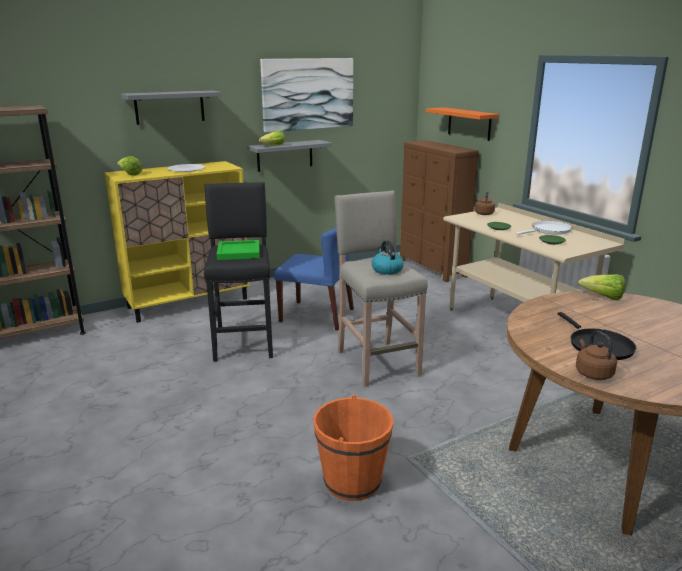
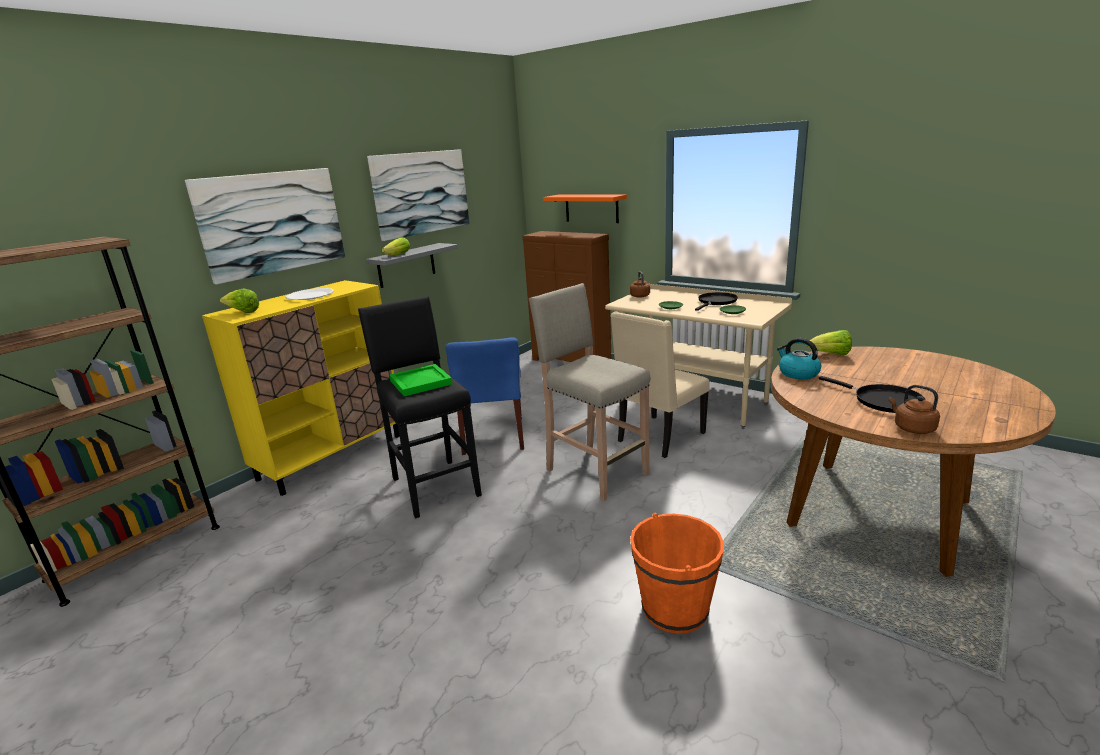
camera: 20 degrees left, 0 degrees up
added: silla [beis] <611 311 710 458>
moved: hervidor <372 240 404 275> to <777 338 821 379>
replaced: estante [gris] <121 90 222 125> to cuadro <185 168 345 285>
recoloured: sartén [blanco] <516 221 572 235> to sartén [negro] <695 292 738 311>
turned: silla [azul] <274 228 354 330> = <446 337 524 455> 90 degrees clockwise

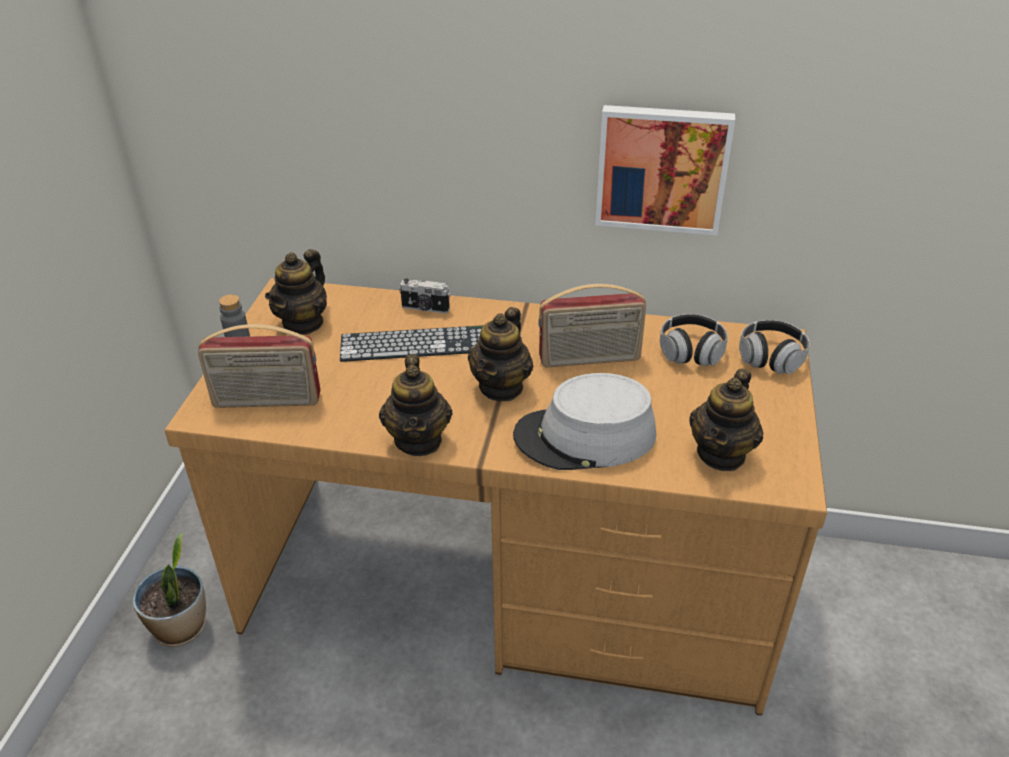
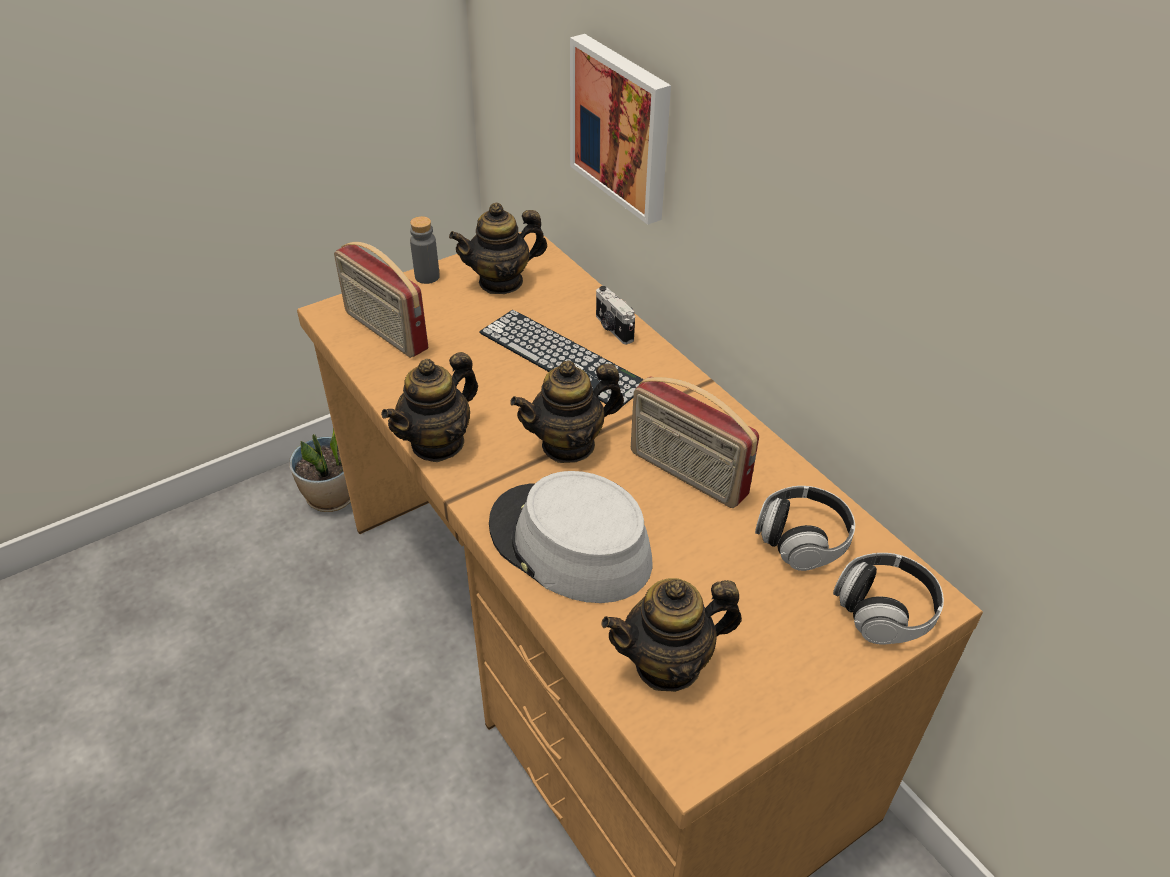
camera: 45 degrees right, 5 degrees up
moved: cuadro <595 105 735 235> to <570 34 671 225>

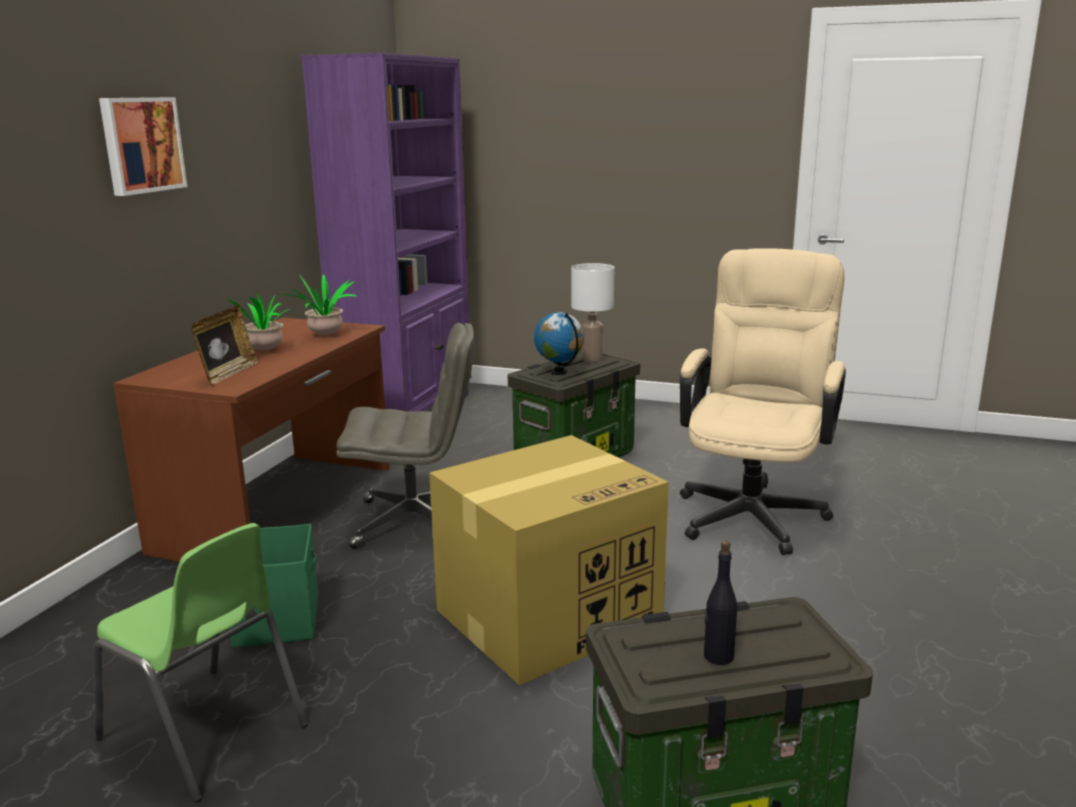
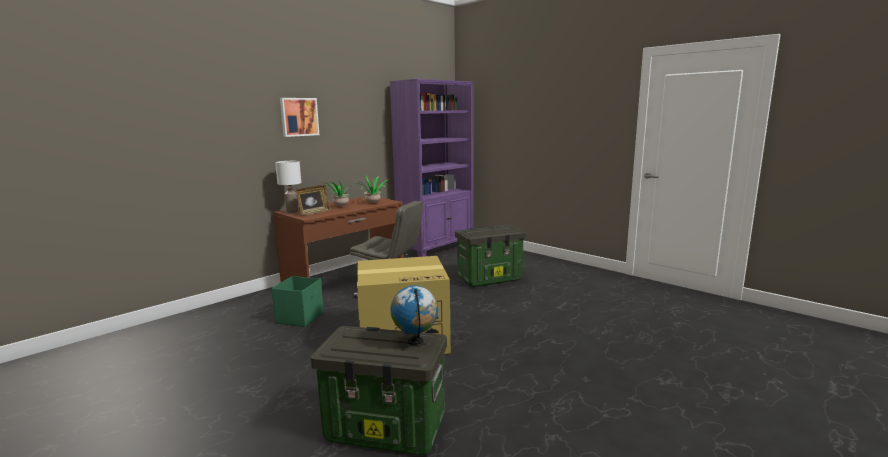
camera: 25 degrees right, 5 degrees down
removed: silla de oficina [beis] <680 248 846 555>; silla [verde] <94 523 308 802>; botella [negro] <704 541 737 665>
moved: lámpara de mesa [blanco] <571 263 614 362> to <275 161 301 213>; globo terráqueo <534 312 584 375> to <390 285 438 345>

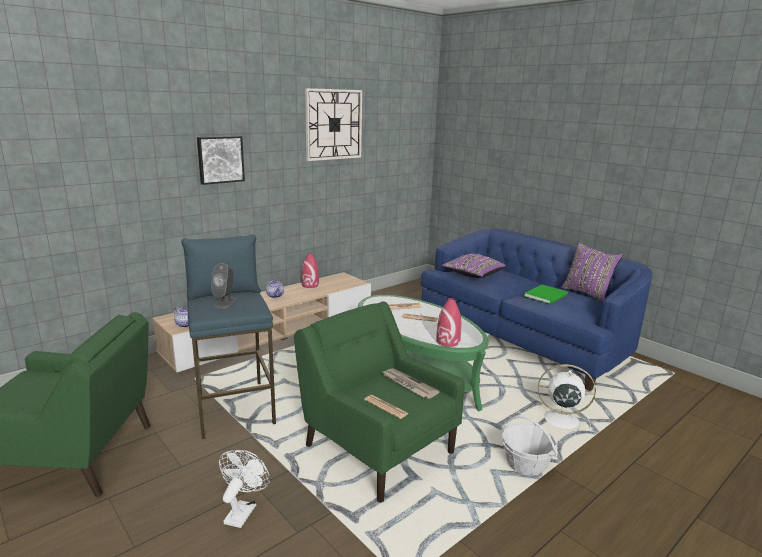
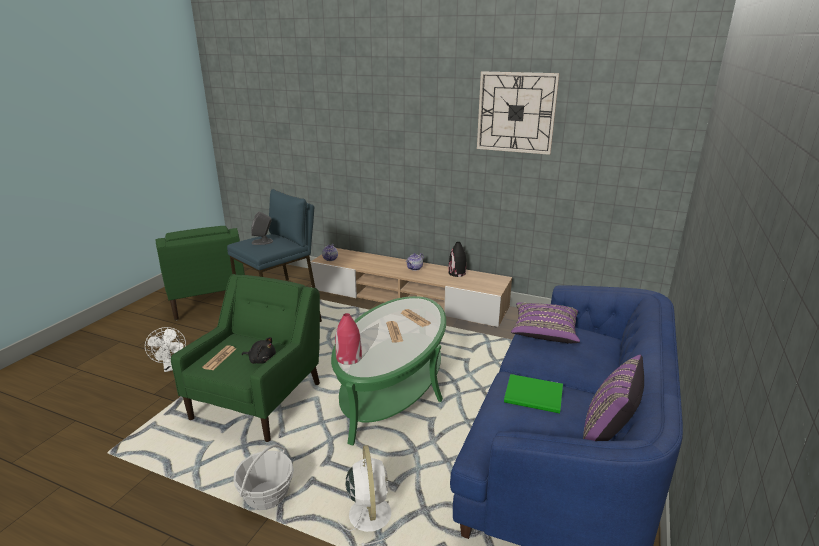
camera: 65 degrees right, 5 degrees up
removed: cuadro <197 136 245 185>
replaced: periódico <383 368 440 399> to peluche [negro] <242 337 276 364>
recoloured: florero [rojo] <302 253 319 288> to florero [negro] <448 242 466 277>
turned: ventilador [blanco] <219 450 270 528> = <145 327 186 372> 75 degrees clockwise

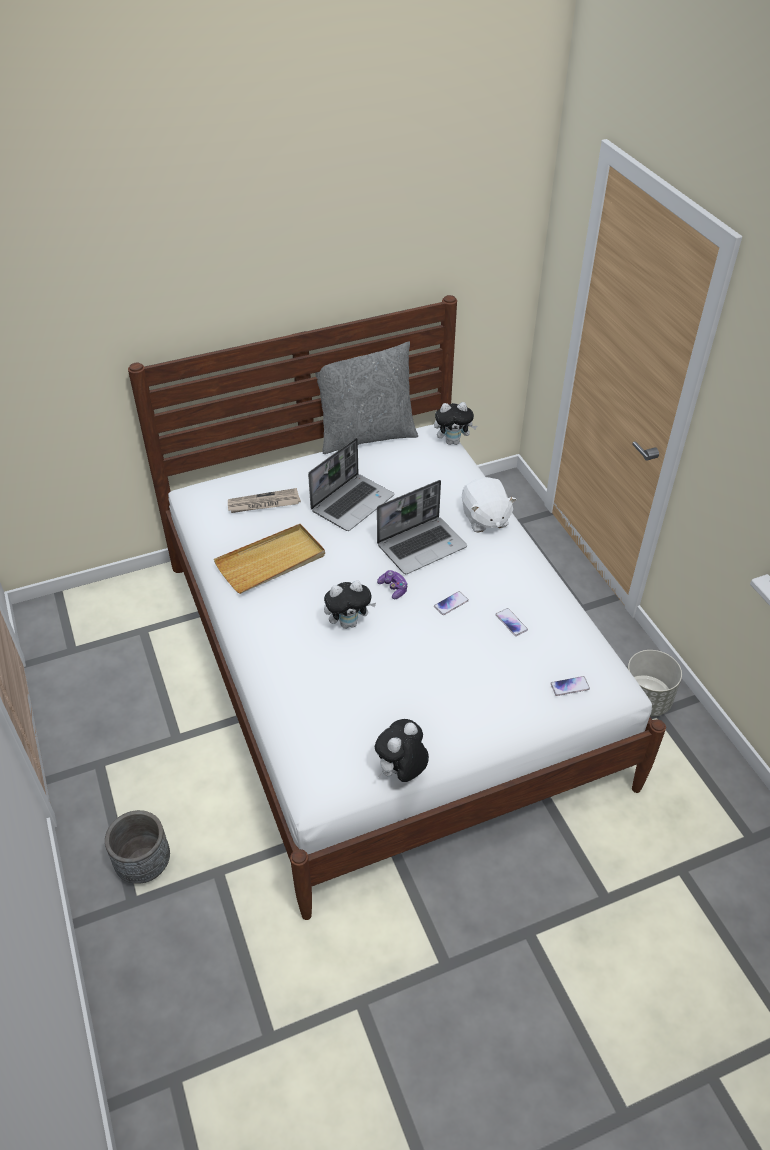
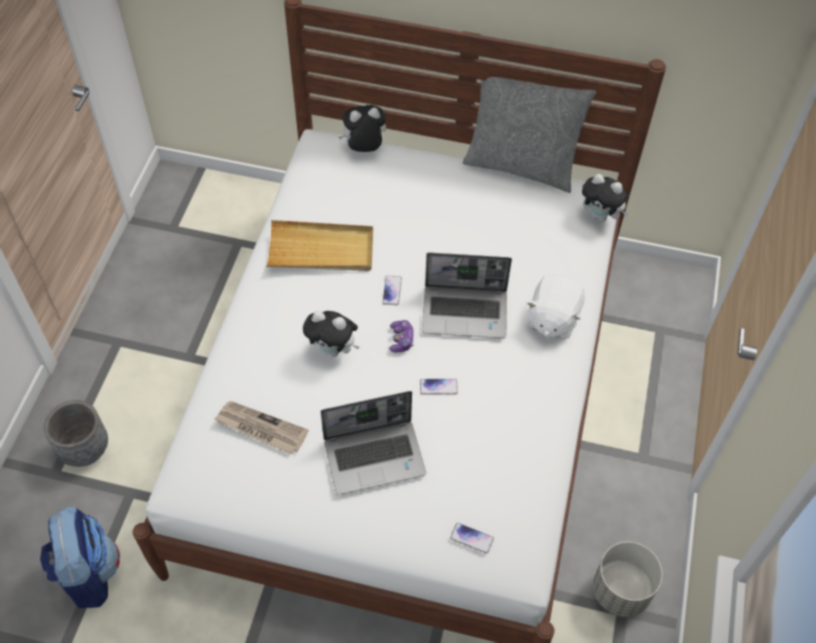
camera: 35 degrees right, 10 degrees up
added: mochila <40 507 120 608>
moved: portátil <308 438 394 531> to <321 391 426 495>; periódico <228 488 301 513> to <214 401 308 454>; móvil <495 608 528 636> to <382 275 402 305>; peluche <375 719 429 782> to <338 105 386 152>

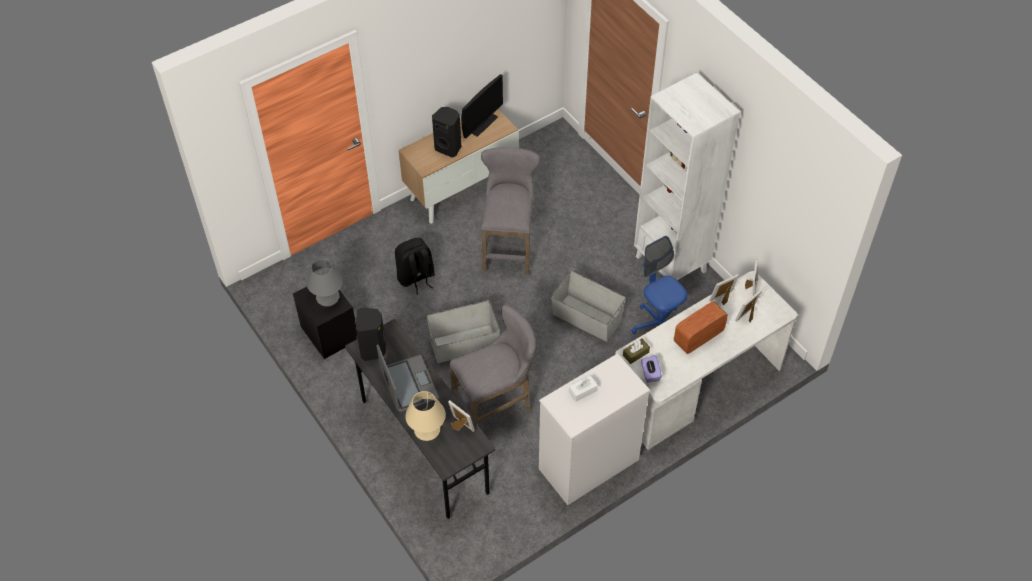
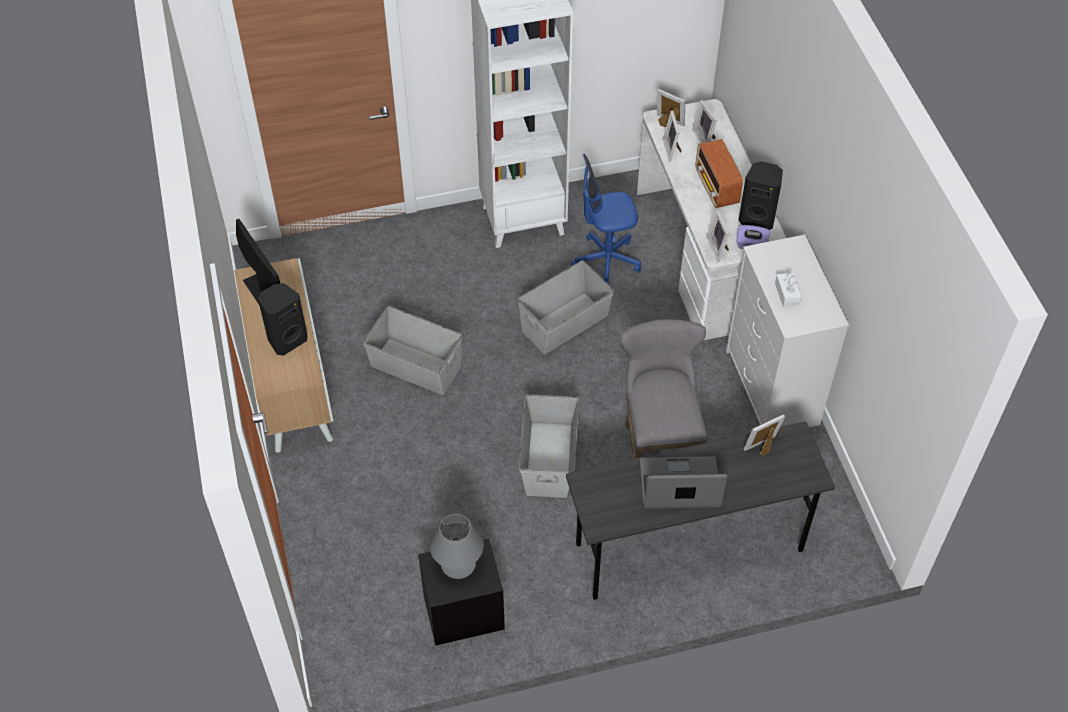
camera: 70 degrees left, 0 degrees up
removed: mochila [negro] <395 238 435 295>; lámpara de mesa [beis] <405 391 446 441>
moved: altavoz [negro] <356 307 386 361> to <739 161 783 230>
replaced: taburete [gris] <481 147 540 275> to caja de almacenaje [gris] <363 306 462 395>; caja de pañuelos [marrón] <623 338 650 364> to portarretratos <706 210 730 262>

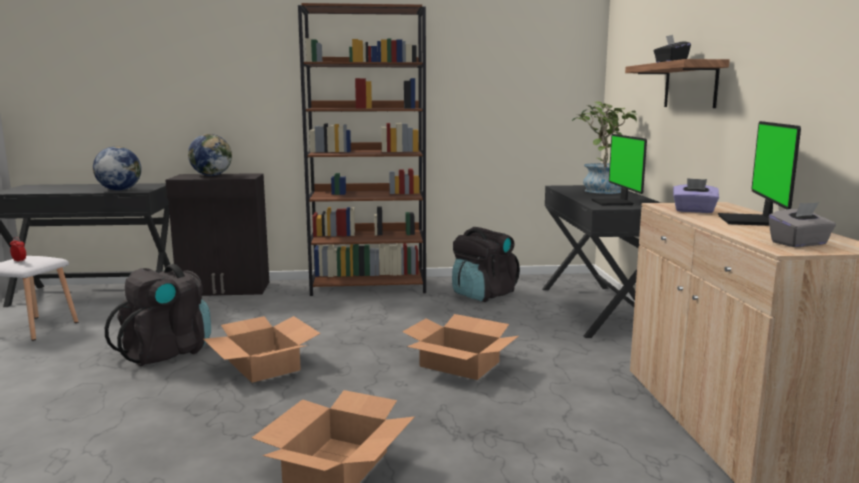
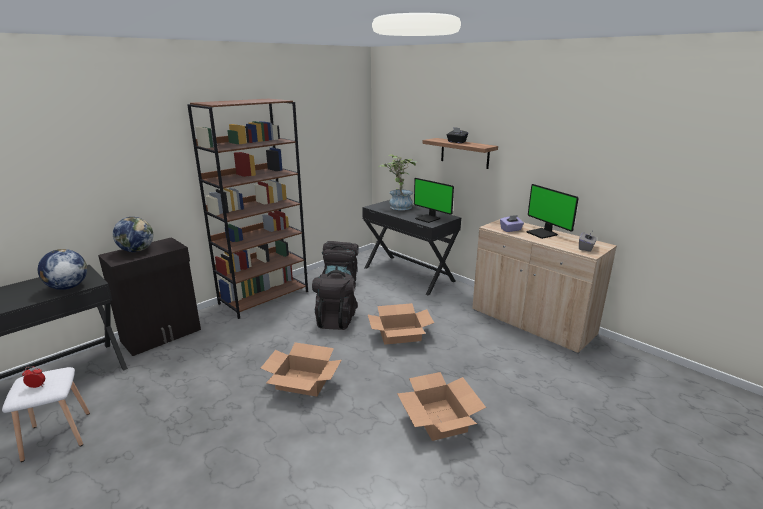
camera: 40 degrees left, 10 degrees up
moved: mochila [negro] <105 264 211 366> to <312 270 357 330>

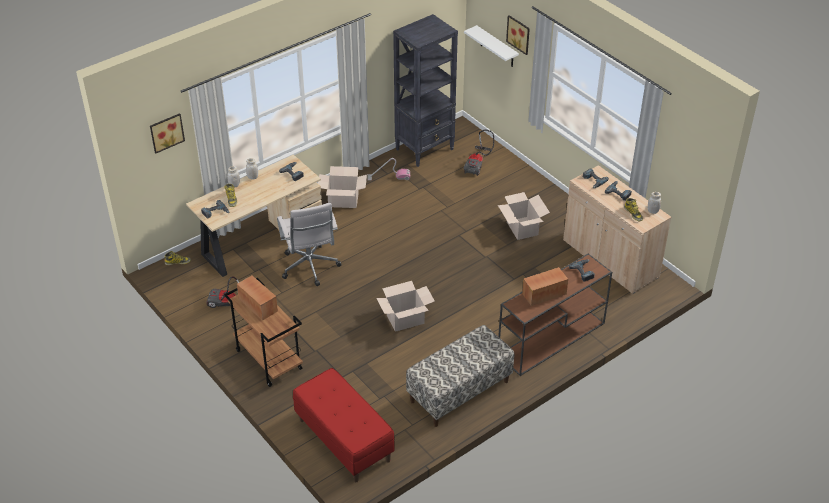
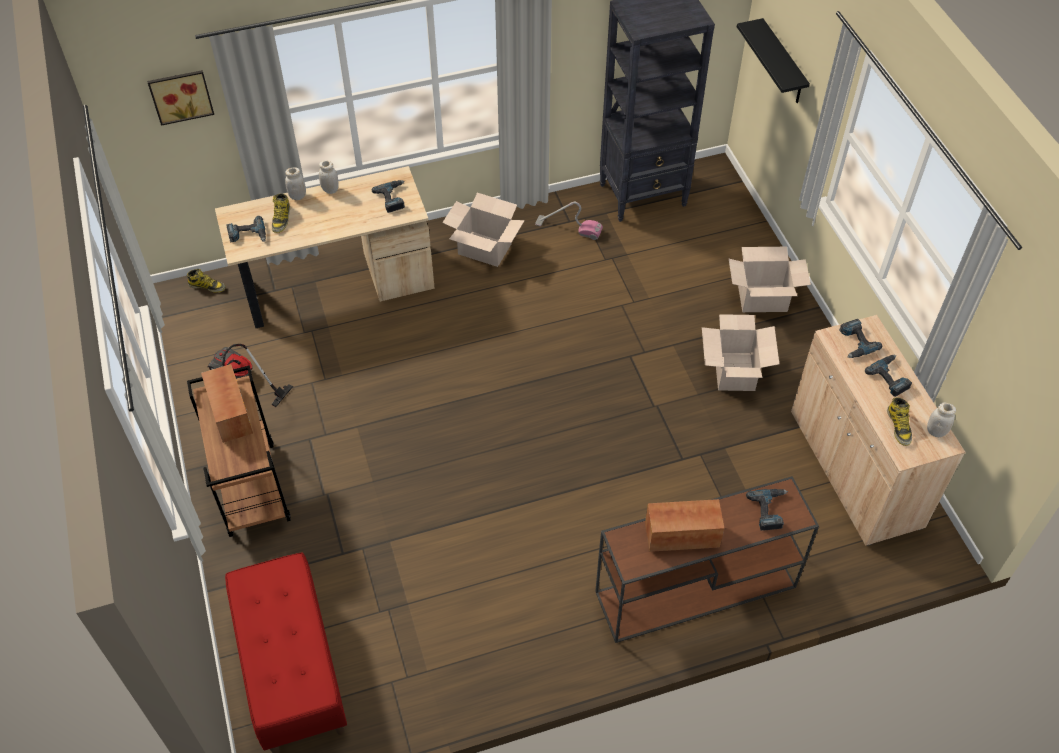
camera: 20 degrees right, 10 degrees up
removed: cuadro <506 15 530 55>; aspiradora <464 129 494 176>; silla de oficina [blanco] <277 203 342 286>; banco <406 325 514 427>
moved: caja de cartón <377 281 435 332> to <729 247 811 312>
recoloured: estante [blanco] <464 25 519 67> to estante [negro] <737 18 810 103>

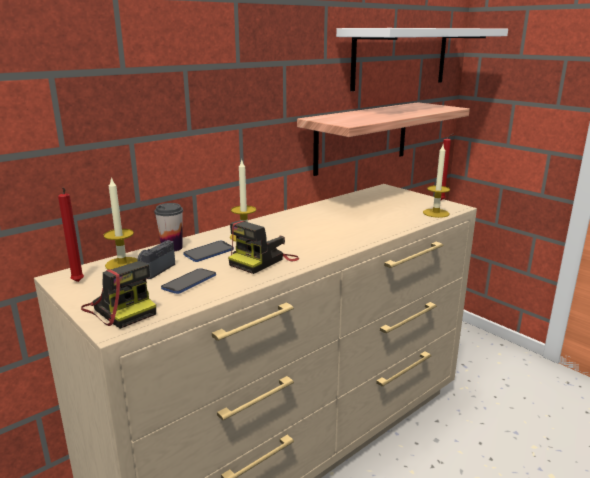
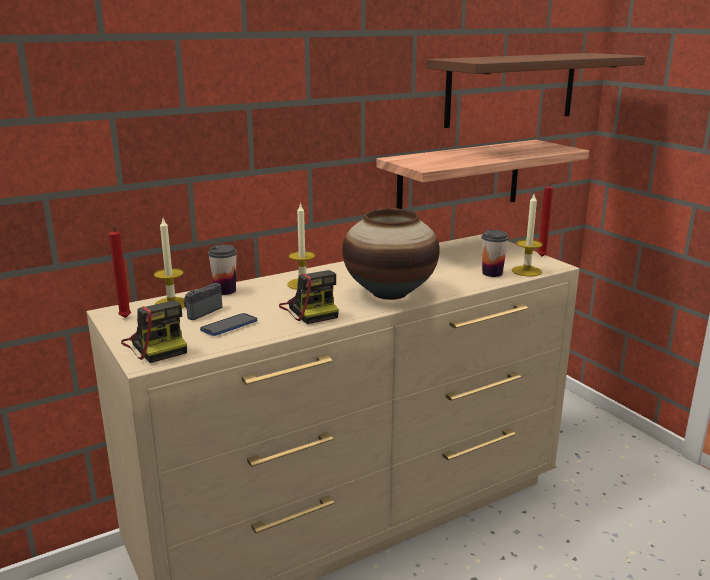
camera: 10 degrees right, 0 degrees up
removed: móvil <184 241 234 262>
added: florero <342 208 440 300>; taza <481 230 509 277>
recoloured: estante [blanco] <336 28 508 91> to estante [marrón] <426 53 646 128>
turned: cámara <228 220 299 274> = <279 270 339 324> 75 degrees counterclockwise

